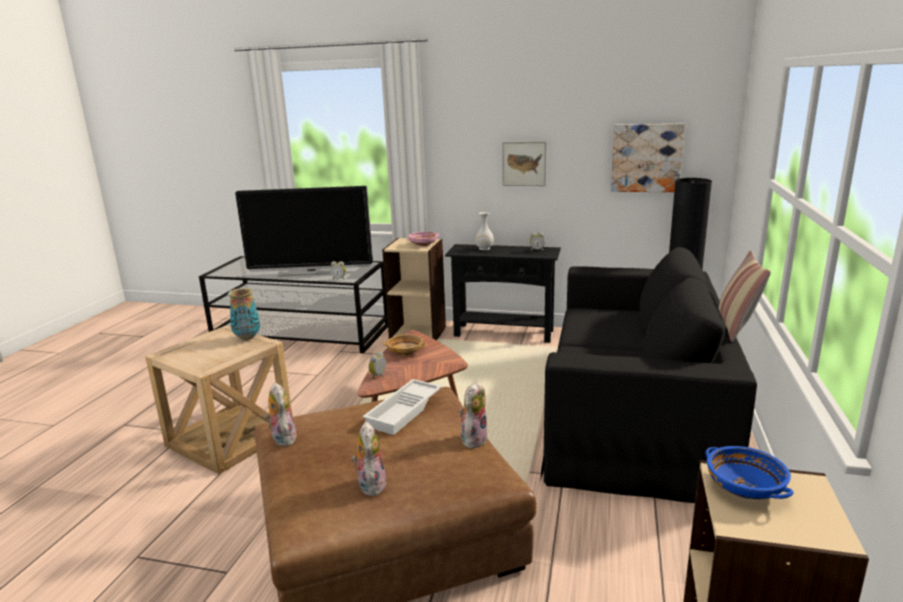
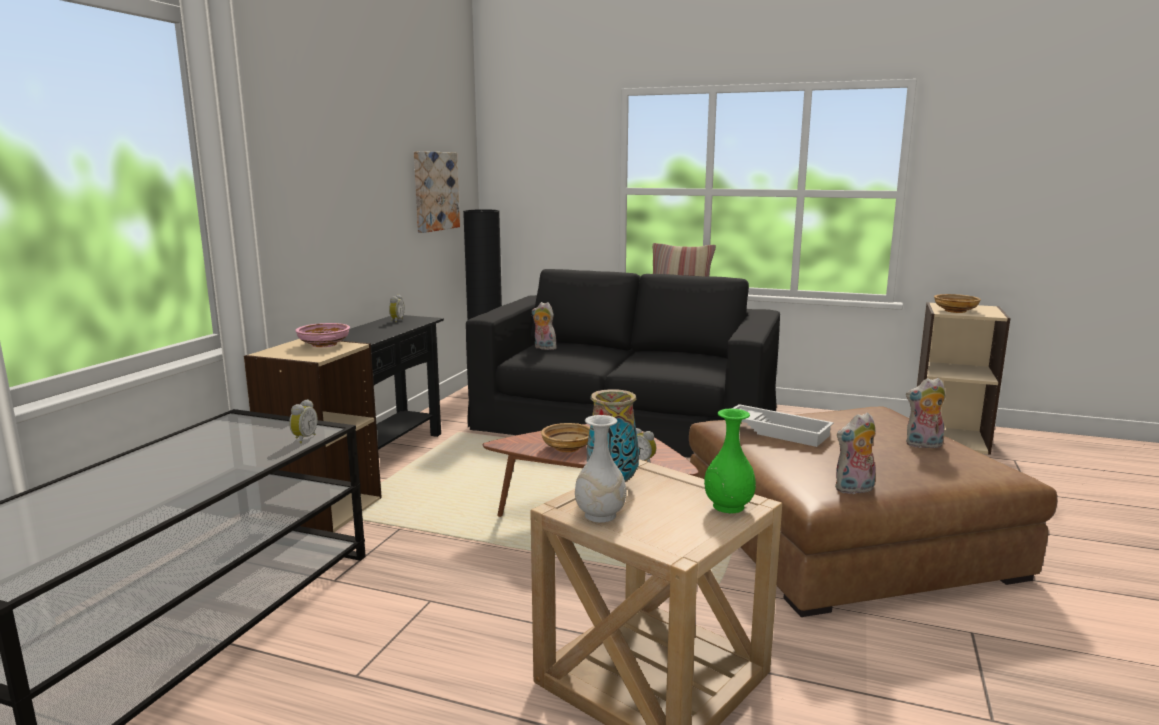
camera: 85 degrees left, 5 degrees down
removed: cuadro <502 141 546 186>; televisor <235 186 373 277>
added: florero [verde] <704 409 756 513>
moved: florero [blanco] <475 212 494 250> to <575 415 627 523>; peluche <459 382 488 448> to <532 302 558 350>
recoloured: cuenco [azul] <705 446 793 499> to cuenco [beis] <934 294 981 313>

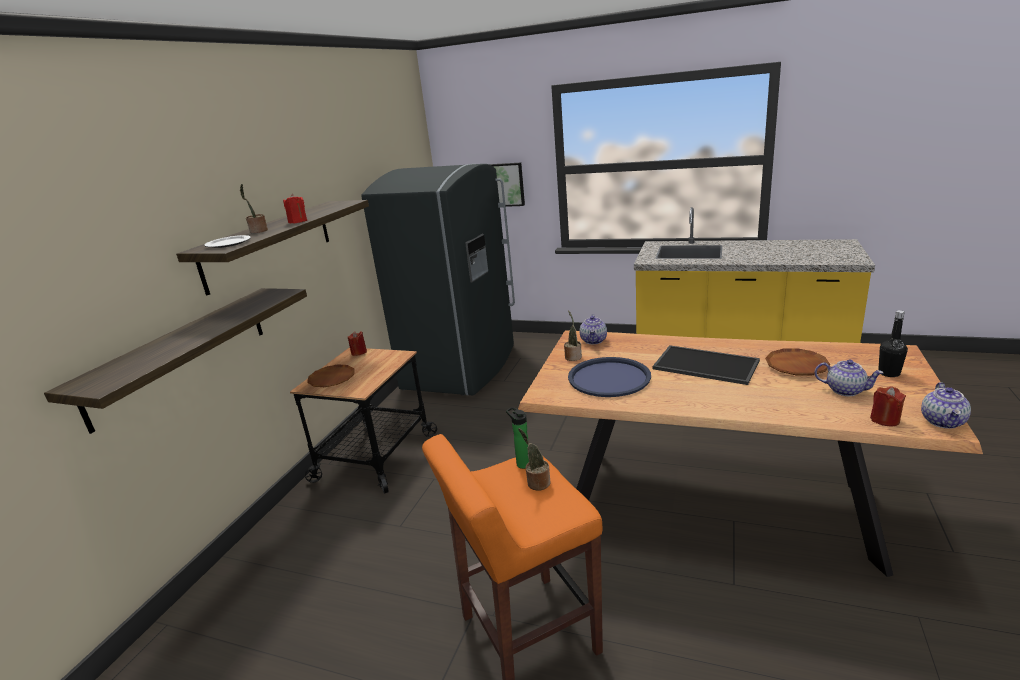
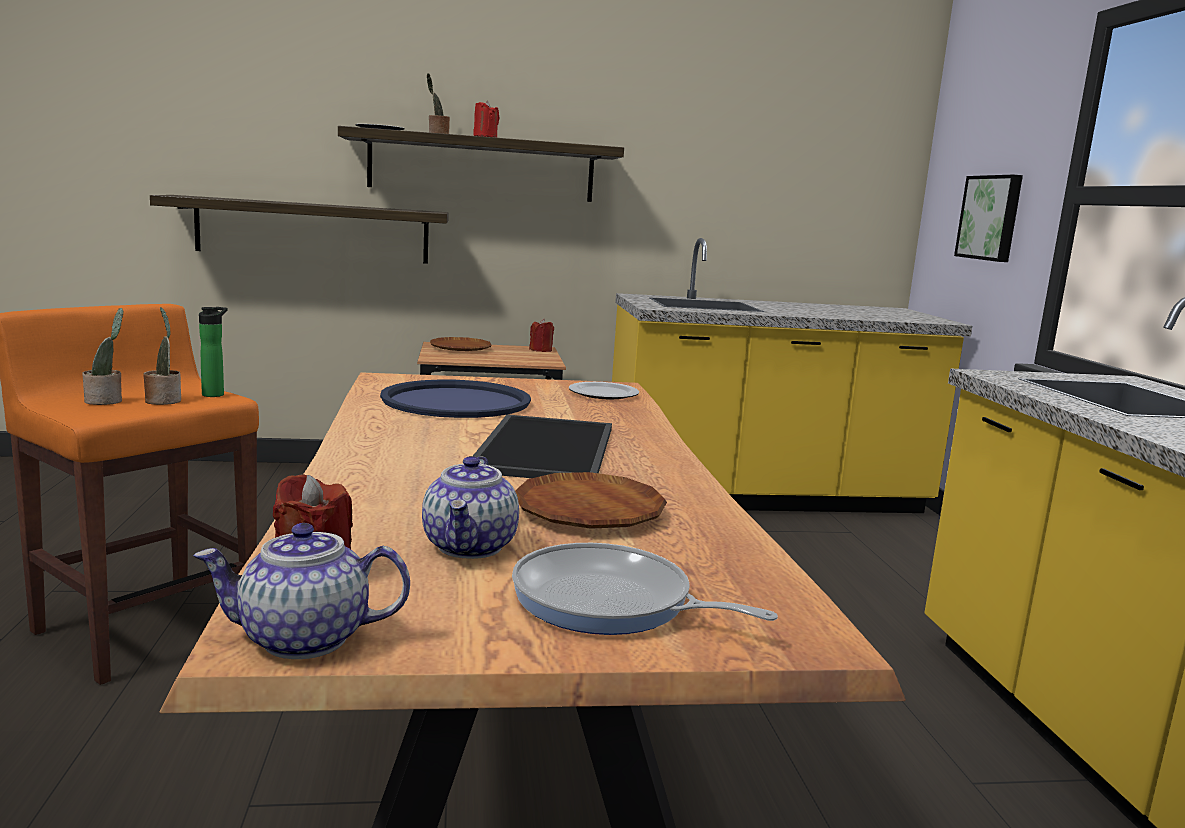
camera: 60 degrees right, 10 degrees down
moved: planta en maceta <564 310 582 361> to <82 308 123 405>
replaced: nevera [gris] <361 164 515 396> to mueble bajo de cocina [amarillo] <612 238 972 513>; botella [negro] <878 310 908 377> to sartén <512 543 778 635>; tetera <580 314 607 344> to plato <569 382 639 399>

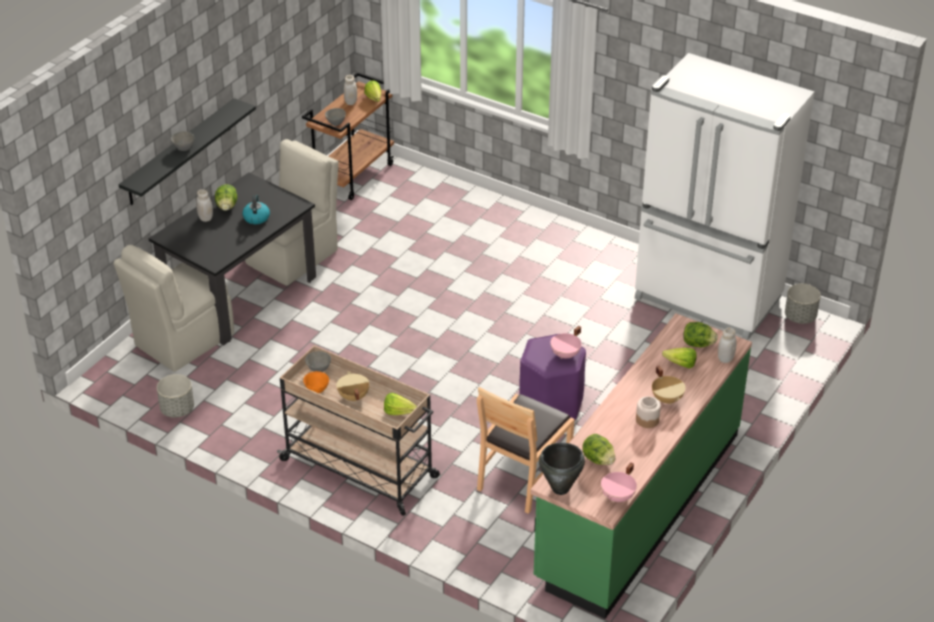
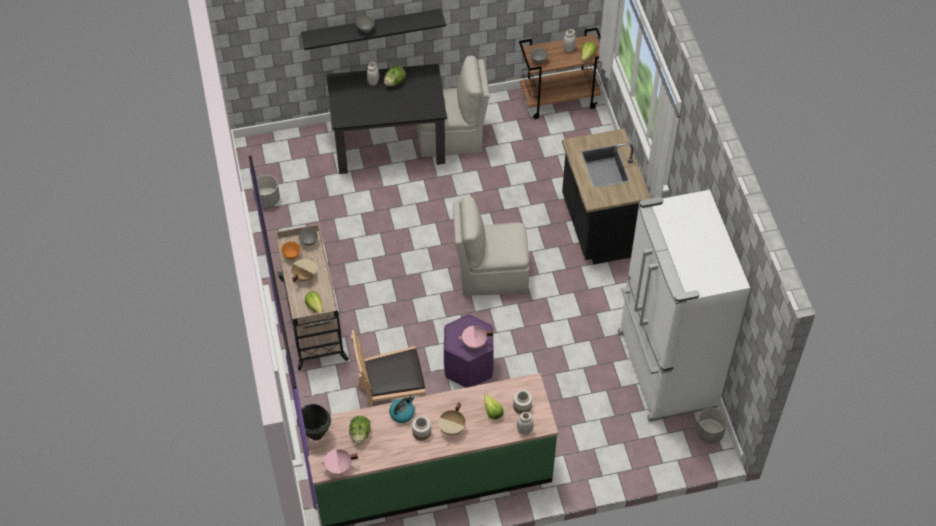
camera: 45 degrees right, 15 degrees up
added: mueble bajo de cocina [negro] <562 129 651 264>
moved: hervidor <242 195 270 224> to <389 395 415 423>; silla [beis] <113 245 234 372> to <453 196 529 296>
replaced: lechuga <683 322 718 347> to tarro <513 390 532 414>

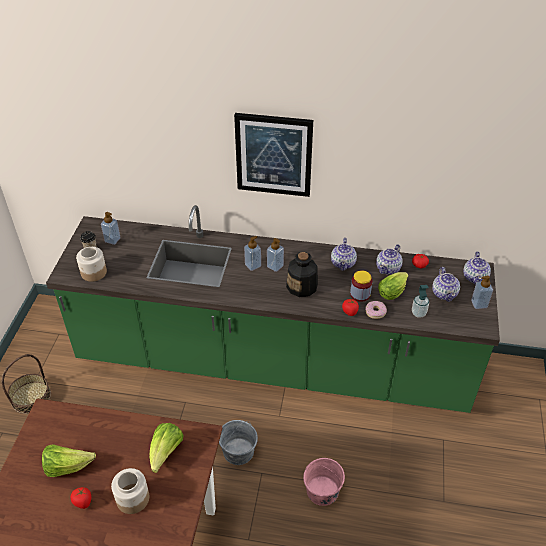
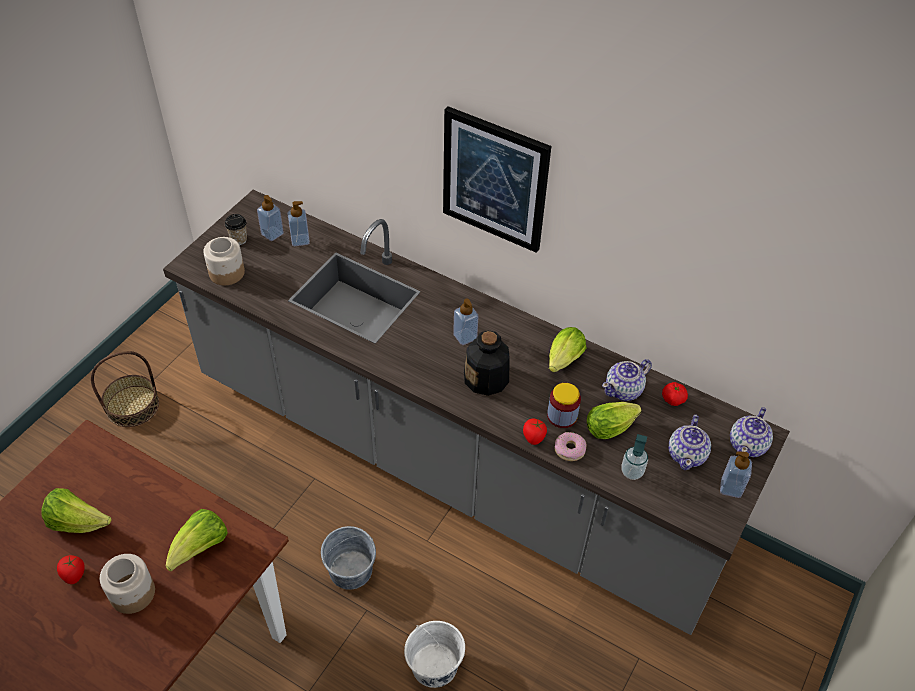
camera: 20 degrees right, 5 degrees up
moved: dispensador de jabón <244 236 261 271> to <287 201 310 246>
replaced: tetera <331 238 357 271> to lechuga <549 327 586 372>
recoloured: mueble bajo de cocina [verde] <46 205 500 413> to mueble bajo de cocina [gris] <163 190 790 635>; cubo [rosa] <303 458 345 506> to cubo [blanco] <404 621 465 688>

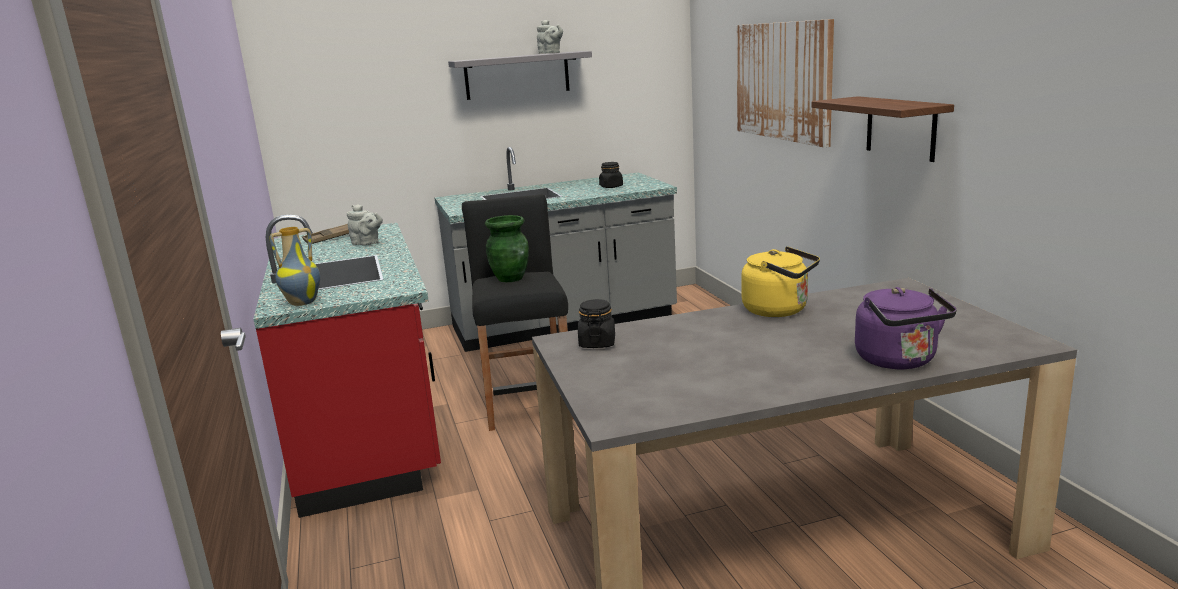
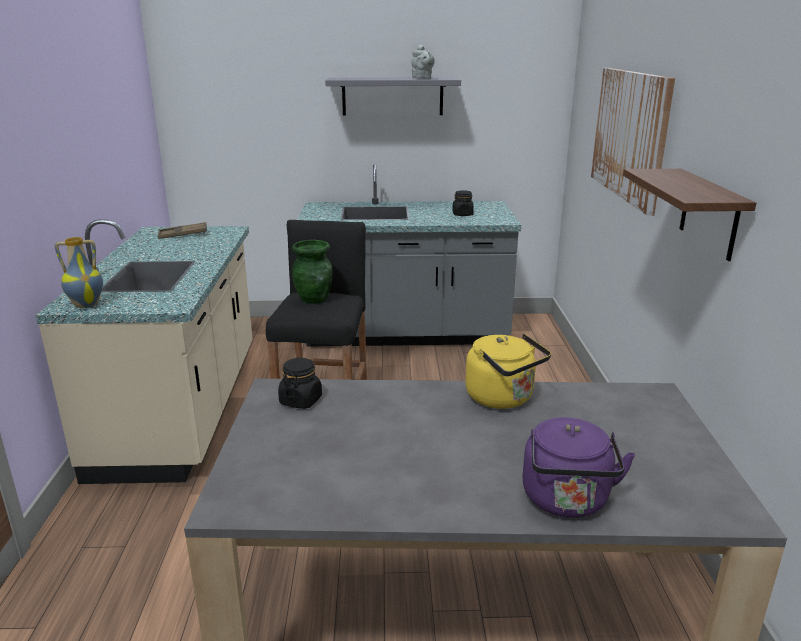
camera: 15 degrees right, 5 degrees up
removed: tetera [gris] <347 204 383 245>
recoloured: mueble bajo de cocina [rojo] <253 215 441 518> to mueble bajo de cocina [beis] <35 219 252 484>

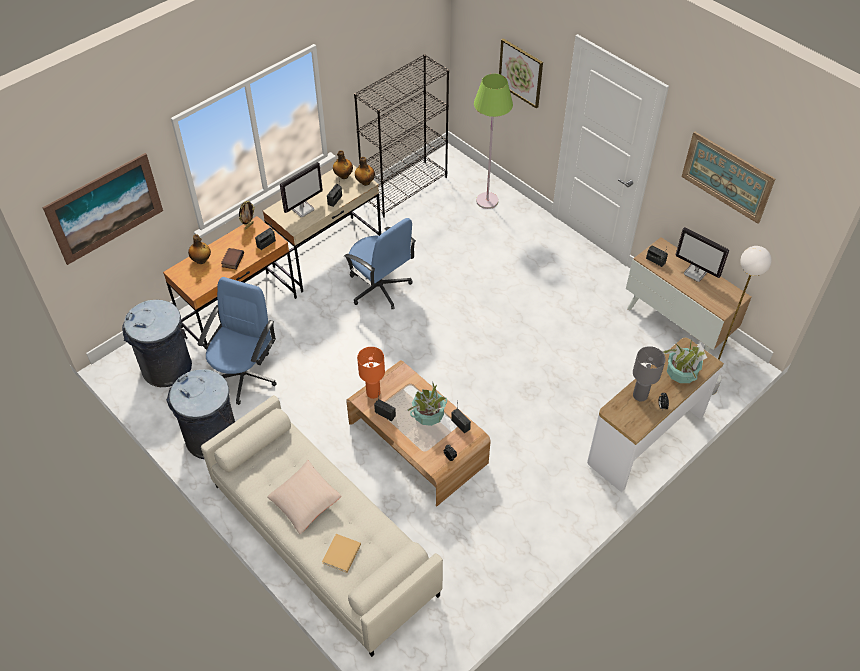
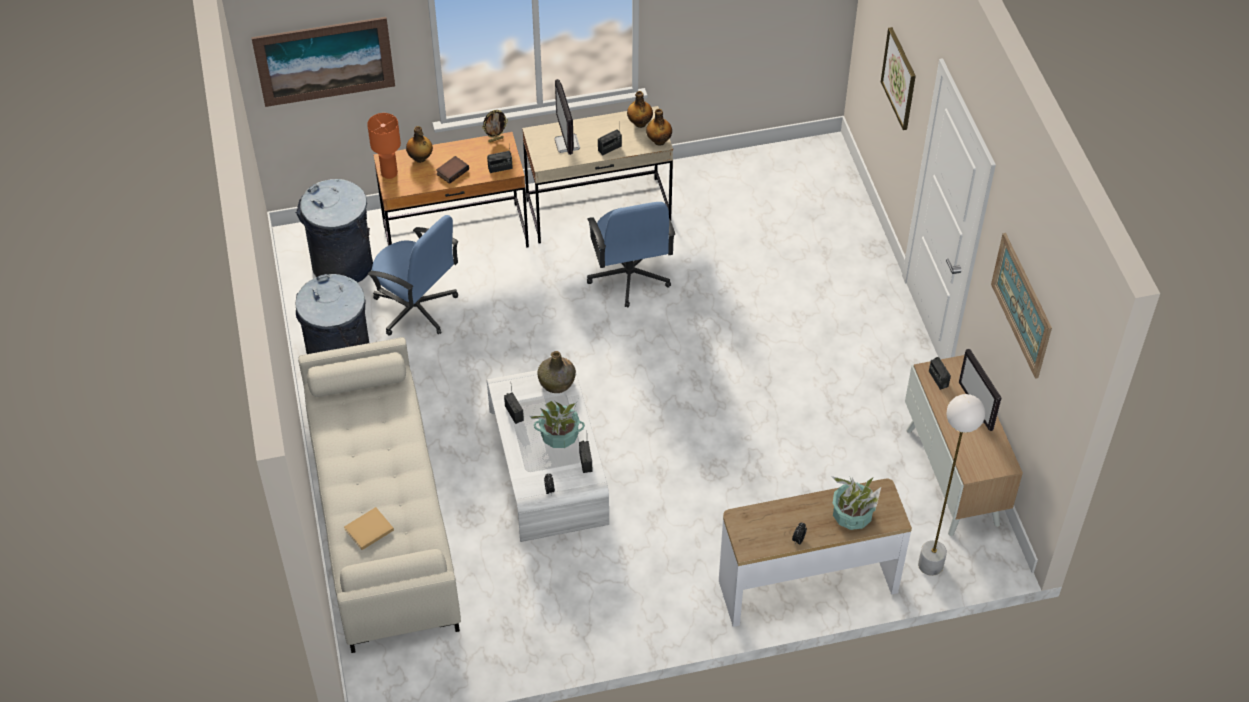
camera: 30 degrees right, 0 degrees up
removed: estantería [negro] <354 54 449 218>; lámpara de pie [verde] <474 74 513 209>; lámpara de mesa [gris] <633 346 666 402>; cojín [beis] <267 460 341 534>
added: botella [verde] <537 351 576 393>
moved: lámpara de mesa [naranja] <357 347 385 399> to <367 113 401 179>
recoloured: mesa de centro [marrón] <346 360 491 506> to mesa de centro [blanco] <487 364 609 542>
turned: monitor <280 162 323 217> = <554 79 580 155> 90 degrees clockwise; silla de oficina [azul] <198 277 276 405> = <367 215 458 336> 75 degrees clockwise

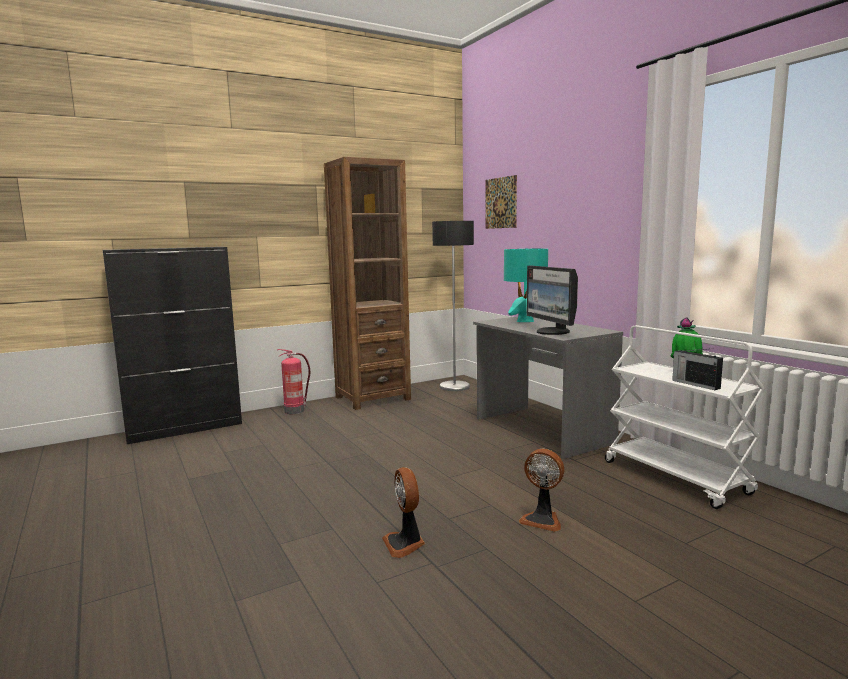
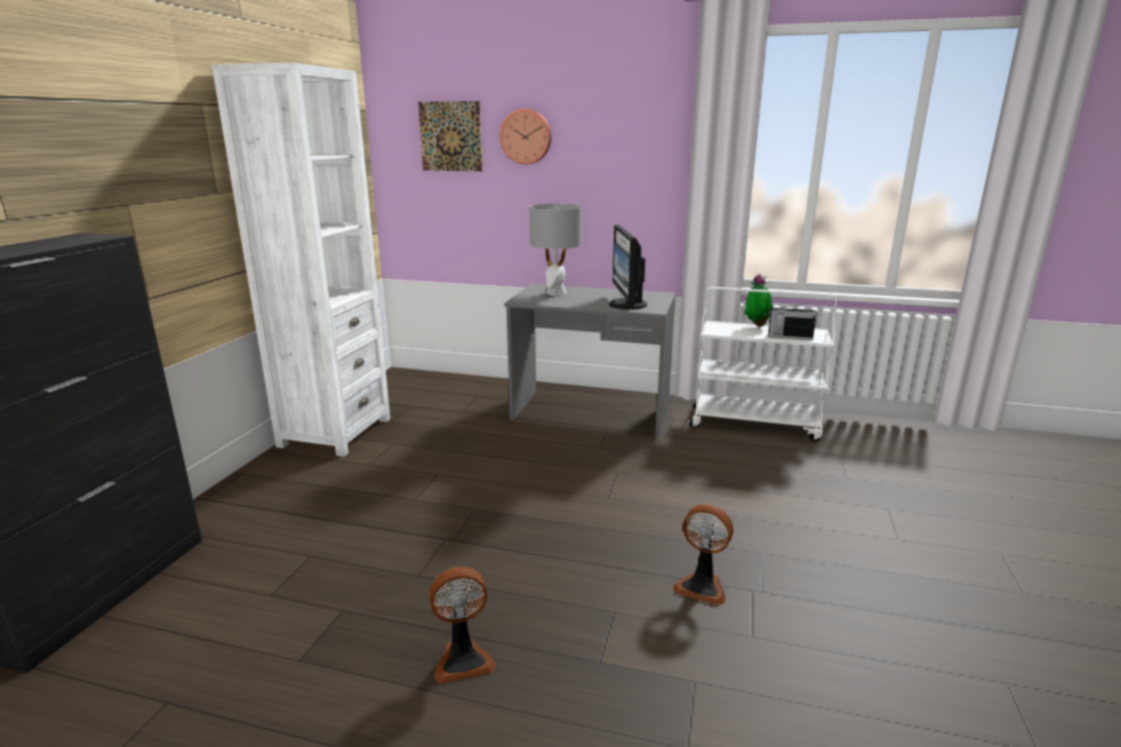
camera: 45 degrees left, 10 degrees up
removed: lámpara de pie <432 221 474 391>; extintor <277 349 310 414>
added: reloj de pared <500 109 551 164>
moved: ventilador <519 449 564 532> to <430 567 496 684>
recoloured: estantería [marrón] <324 157 411 410> to estantería [blanco] <212 63 390 457>; lámpara de mesa [turquesa] <504 248 548 322> to lámpara de mesa [gris] <529 203 582 296>
turned: monitor <527 266 578 335> = <609 225 647 309> 60 degrees clockwise

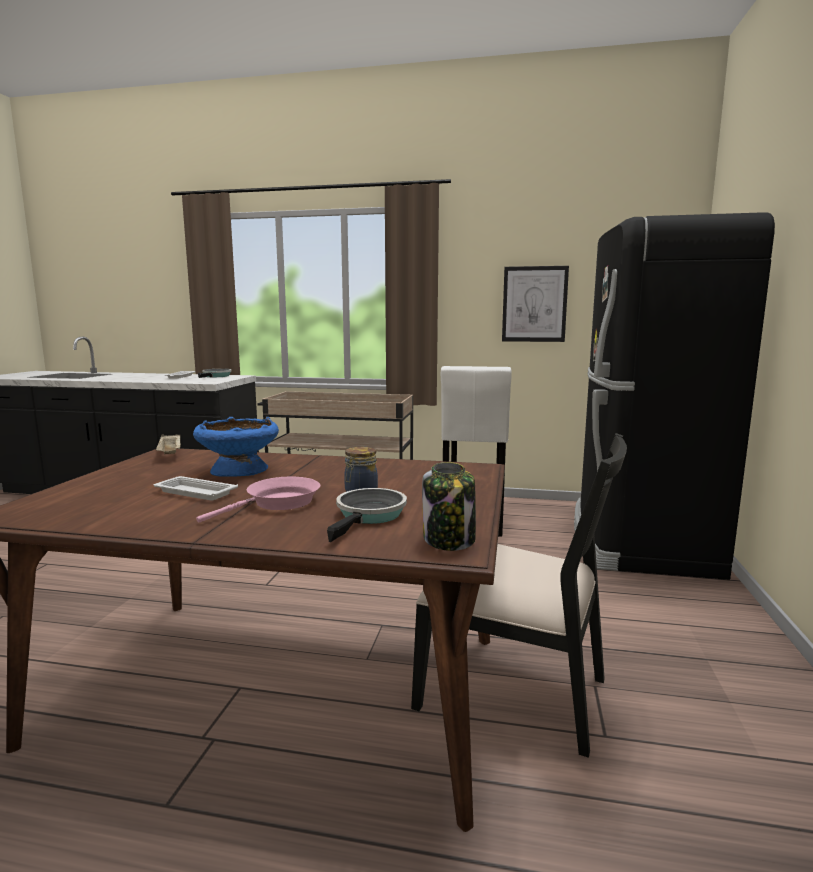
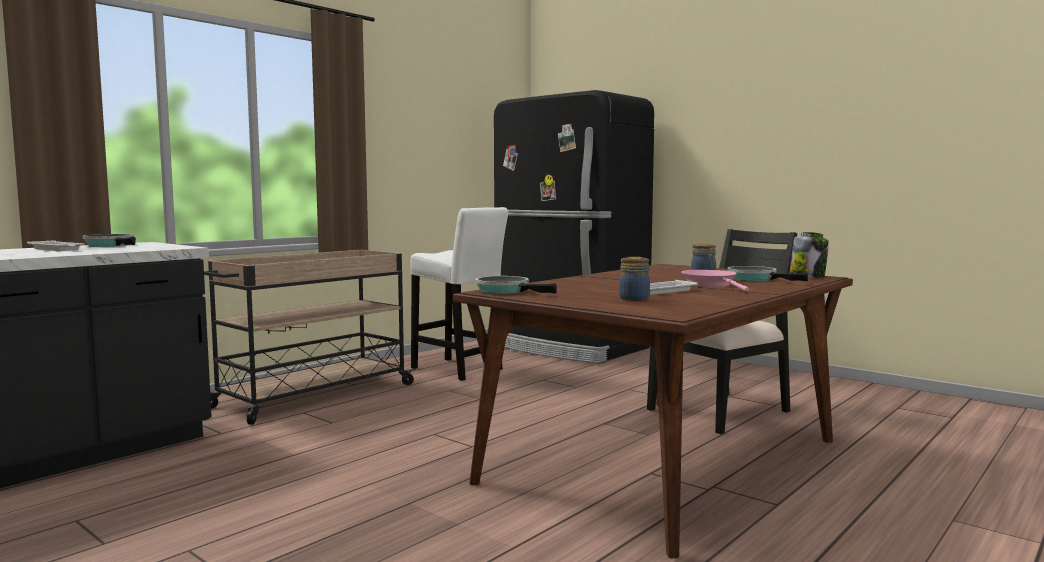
camera: 60 degrees left, 5 degrees down
removed: cuadro <502 266 569 342>; cuenco [azul] <193 417 279 477>
added: tarro <619 257 650 301>
replaced: bandeja [beis] <156 434 181 454> to sartén <475 276 557 294>

